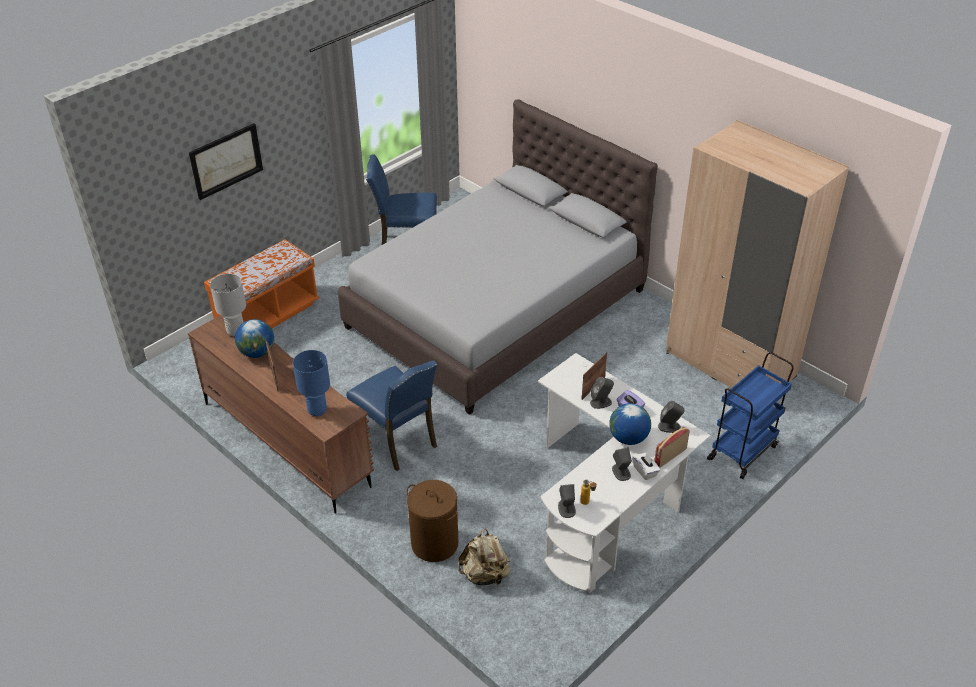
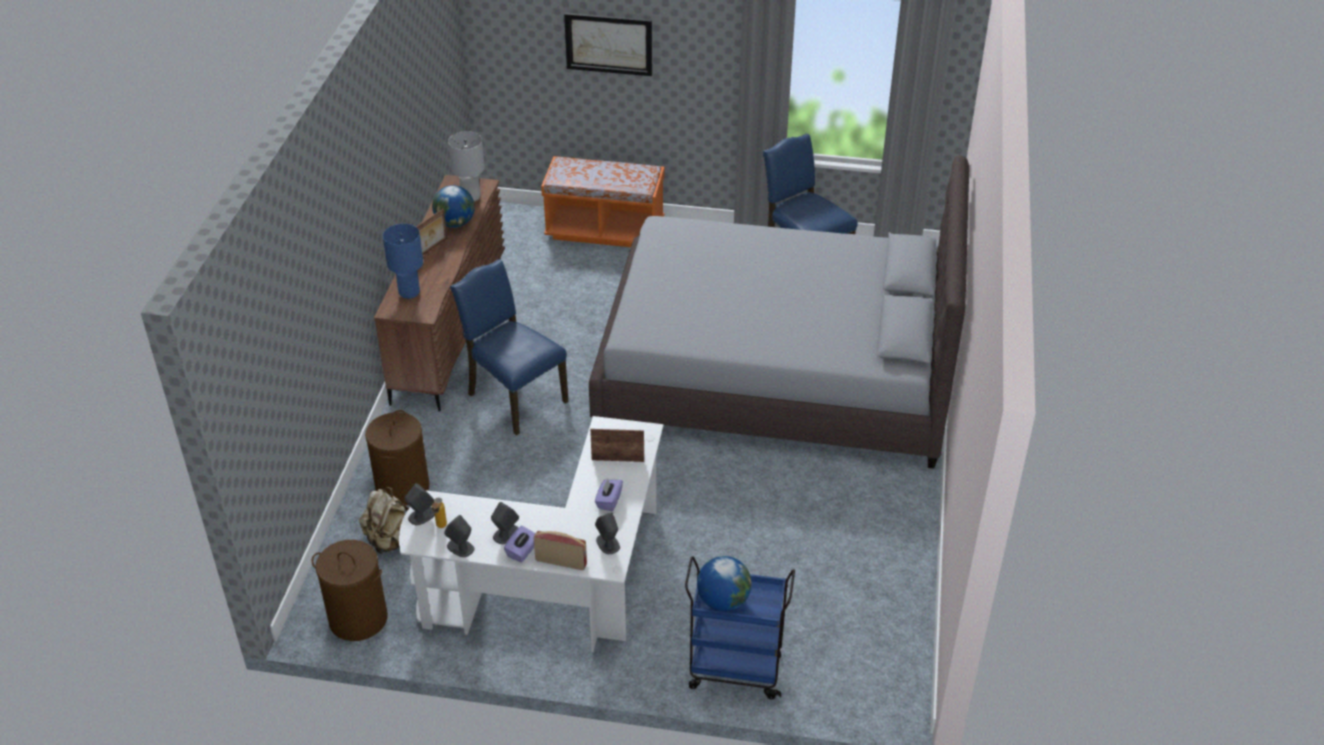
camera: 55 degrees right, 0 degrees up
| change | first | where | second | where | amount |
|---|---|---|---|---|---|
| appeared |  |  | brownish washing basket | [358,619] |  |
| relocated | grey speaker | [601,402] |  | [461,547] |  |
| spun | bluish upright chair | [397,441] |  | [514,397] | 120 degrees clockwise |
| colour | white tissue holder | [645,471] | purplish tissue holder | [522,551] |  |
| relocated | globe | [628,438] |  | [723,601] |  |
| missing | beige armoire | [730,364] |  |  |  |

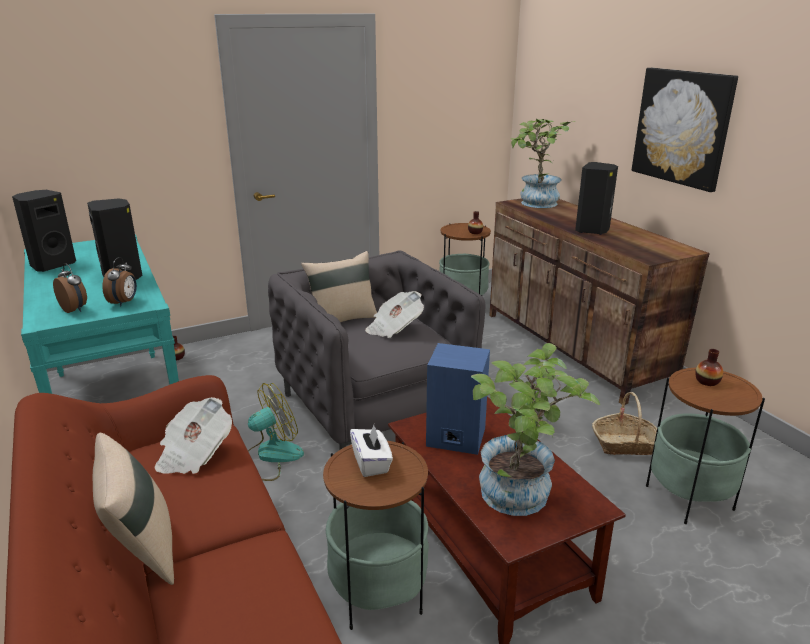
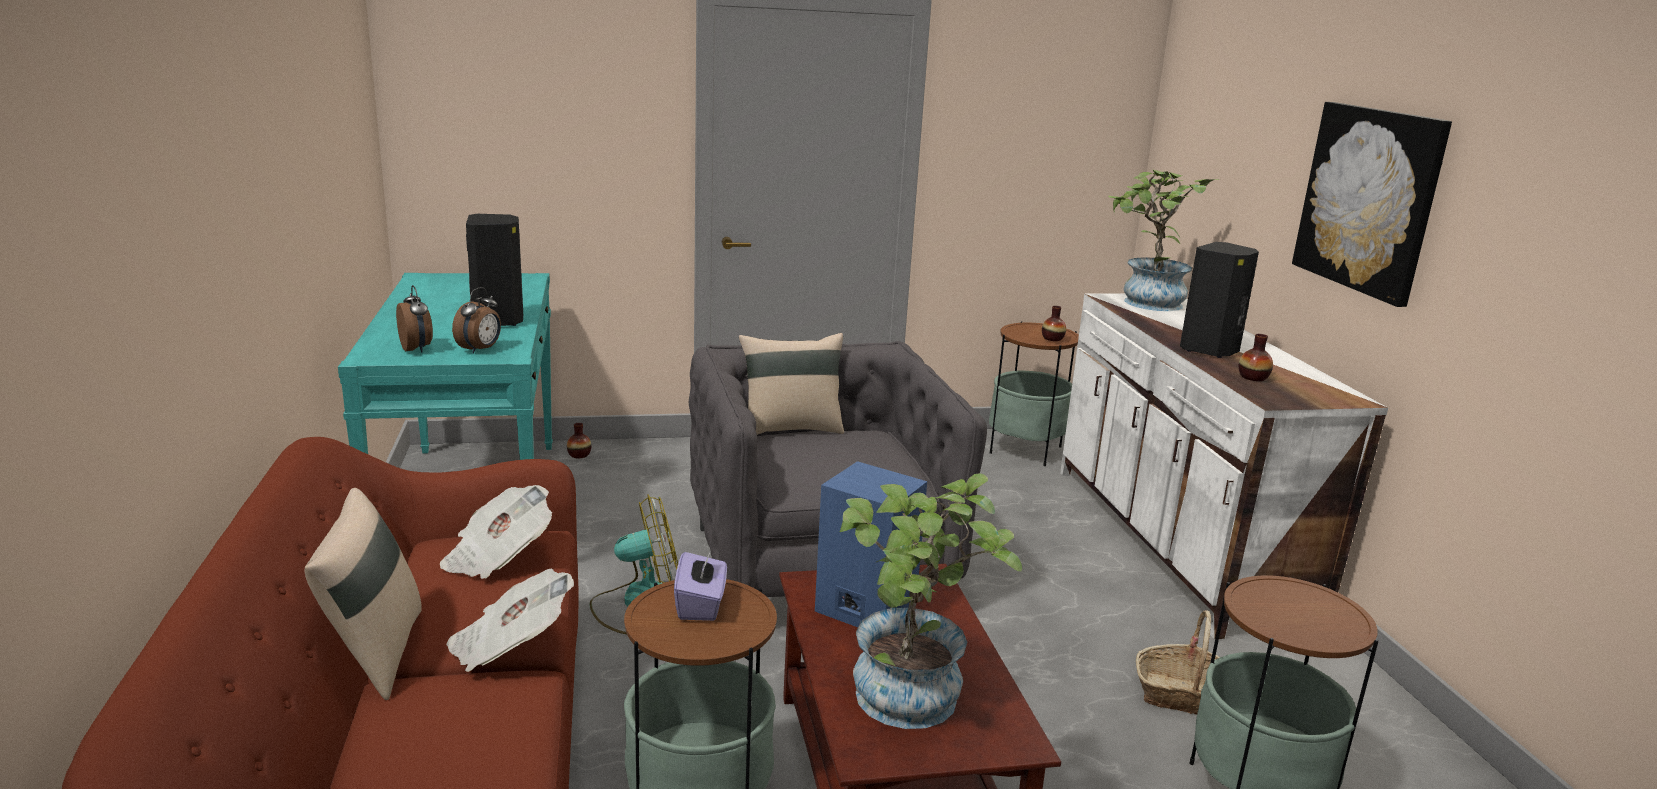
camera: 15 degrees right, 5 degrees down
| change | first | where | second | where | amount |
|---|---|---|---|---|---|
| relocated | printed paper | [394,328] |  | [510,647] |  |
| colour | white tissue holder | [371,463] | purplish tissue holder | [701,605] |  |
| colour | brownish cupboard | [573,349] | white cupboard | [1174,543] |  |
| relocated | flower vase | [707,381] |  | [1253,377] |  |
| missing | black-coloured speaker | [52,265] |  |  |  |

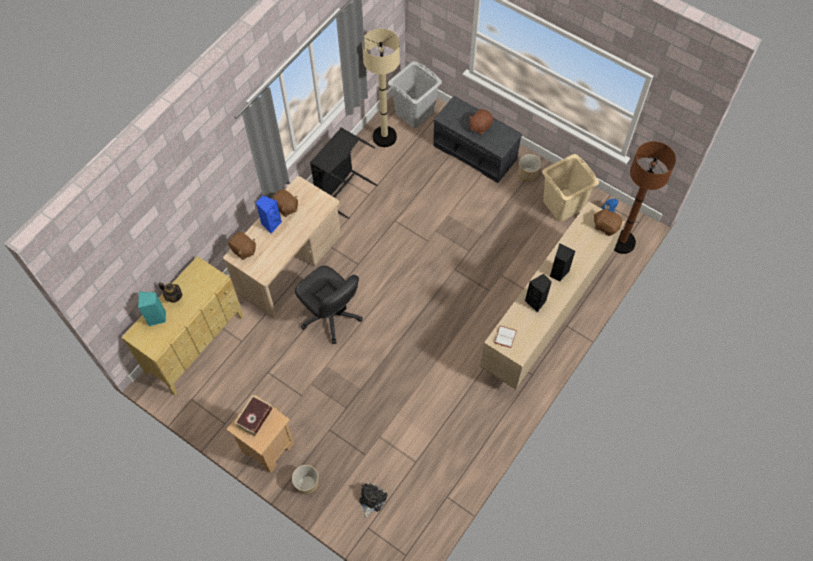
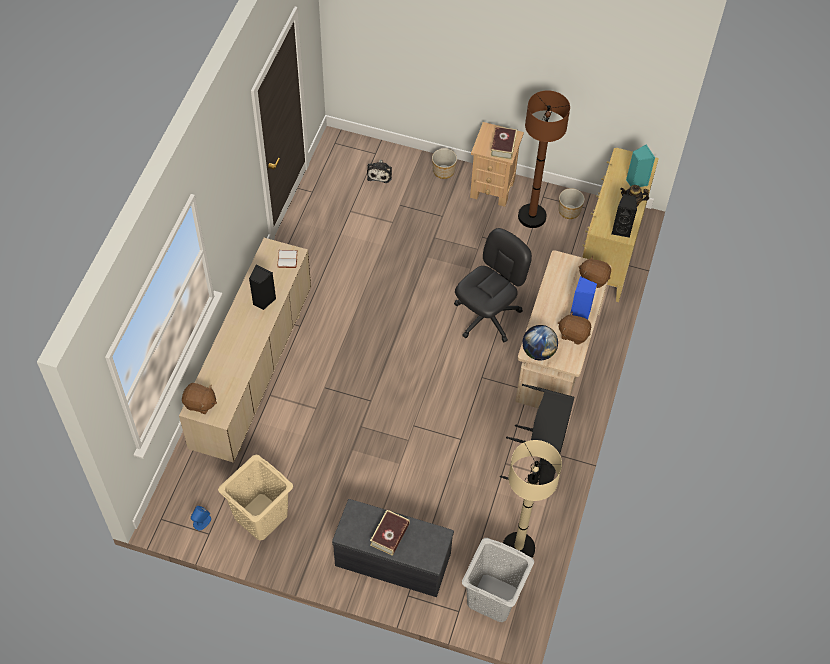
camera: 160 degrees right, 5 degrees down
| change | first | where | second | where | amount |
|---|---|---|---|---|---|
| exchanged | brownish soft toy | [480,126] | volume | [390,535] |  |
| spun | black-coloured computer chair | [331,315] |  | [487,316] | 105 degrees clockwise |
| relocated | brownish floor lamp | [622,242] |  | [532,216] |  |
| appeared |  |  | globe | [538,352] |  |
| relocated | flower pot | [528,173] |  | [569,211] |  |
| relocated | black-coloured speaker | [558,272] |  | [621,229] |  |

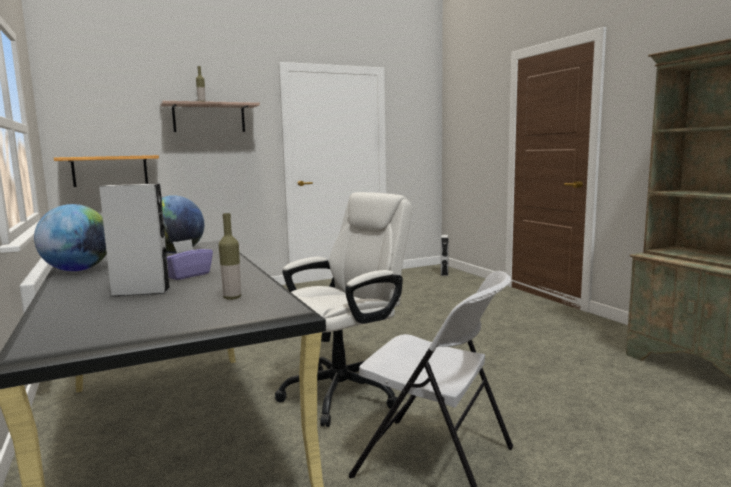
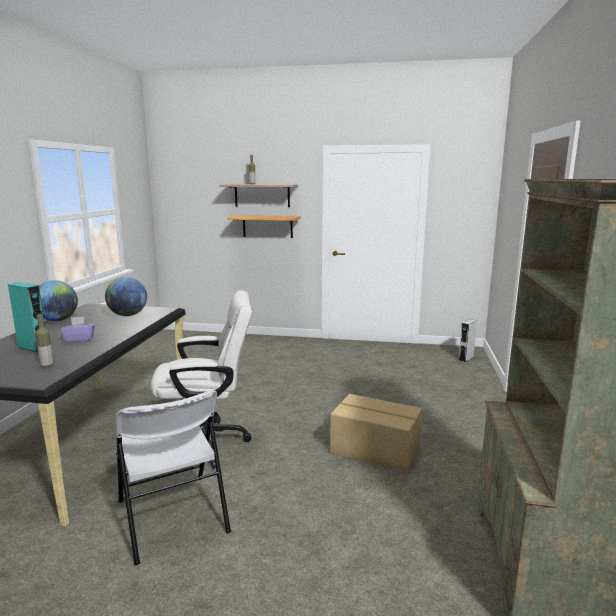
camera: 35 degrees right, 5 degrees up
| change | first | where | second | where | amount |
|---|---|---|---|---|---|
| colour | grey speaker | [141,292] | blue-green speaker | [33,347] |  |
| relocated | bracket shelf | [110,170] |  | [267,226] |  |
| appeared |  |  | cardboard box | [375,451] |  |

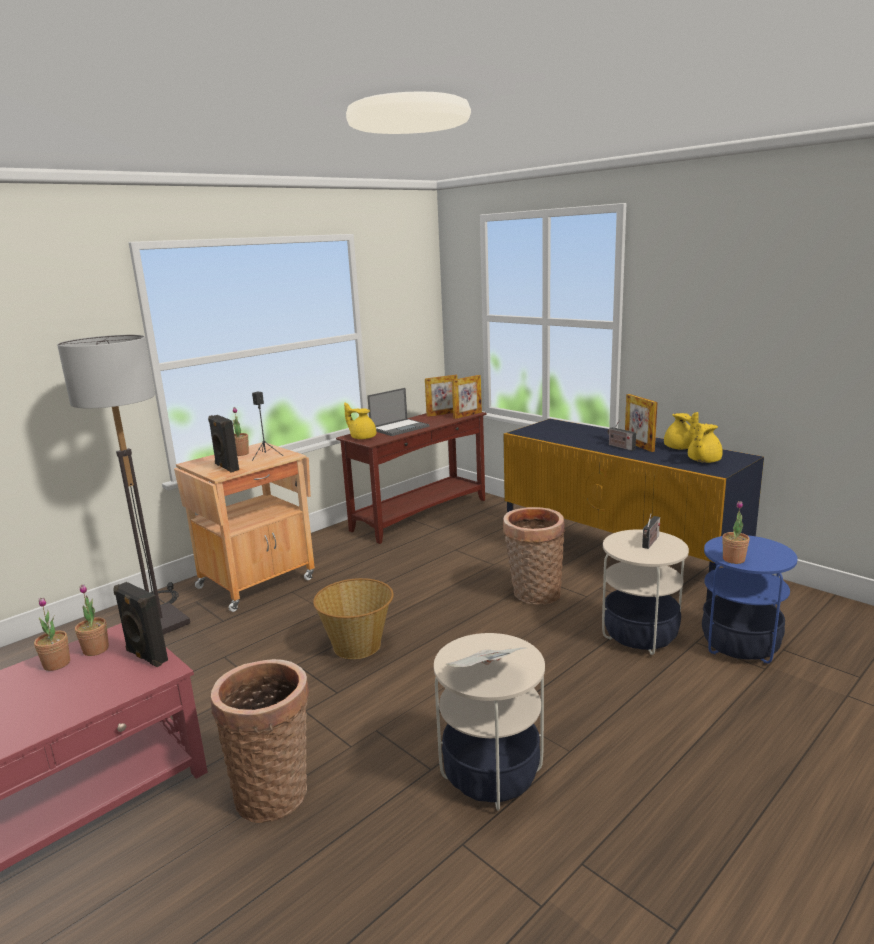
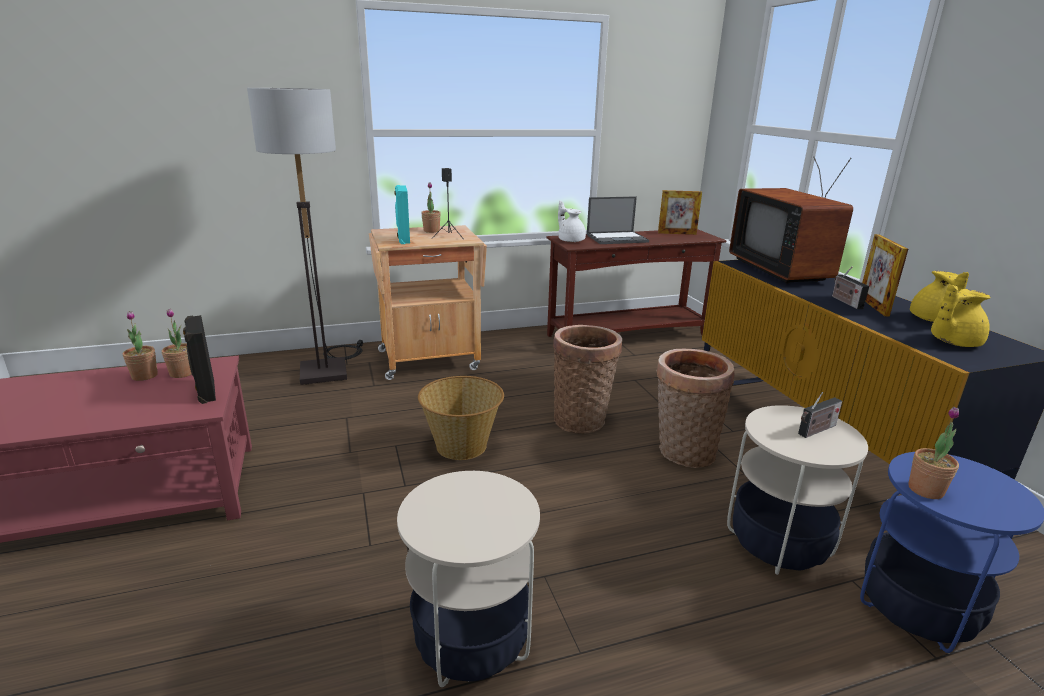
camera: 25 degrees right, 5 degrees up
| change | first | where | second | where | amount |
|---|---|---|---|---|---|
| colour | black-coloured speaker | [226,467] | blue-green speaker | [403,239] |  |
| relocated | basket | [274,791] |  | [582,419] |  |
| colour | yellowish teapot | [362,437] | white teapot | [570,240] |  |
| appeared |  |  | TV set | [784,270] |  |
| missing | printed paper | [485,676] |  |  |  |
| missing | photo frame | [467,415] |  |  |  |

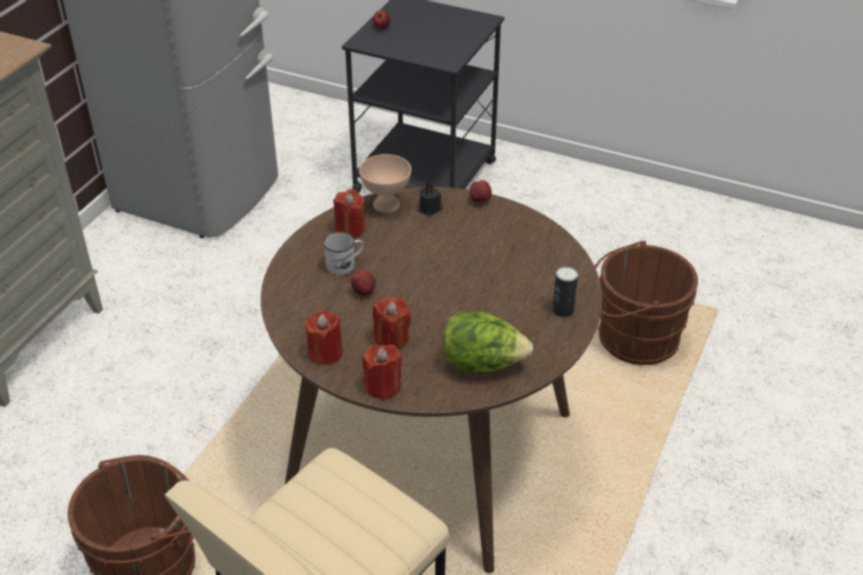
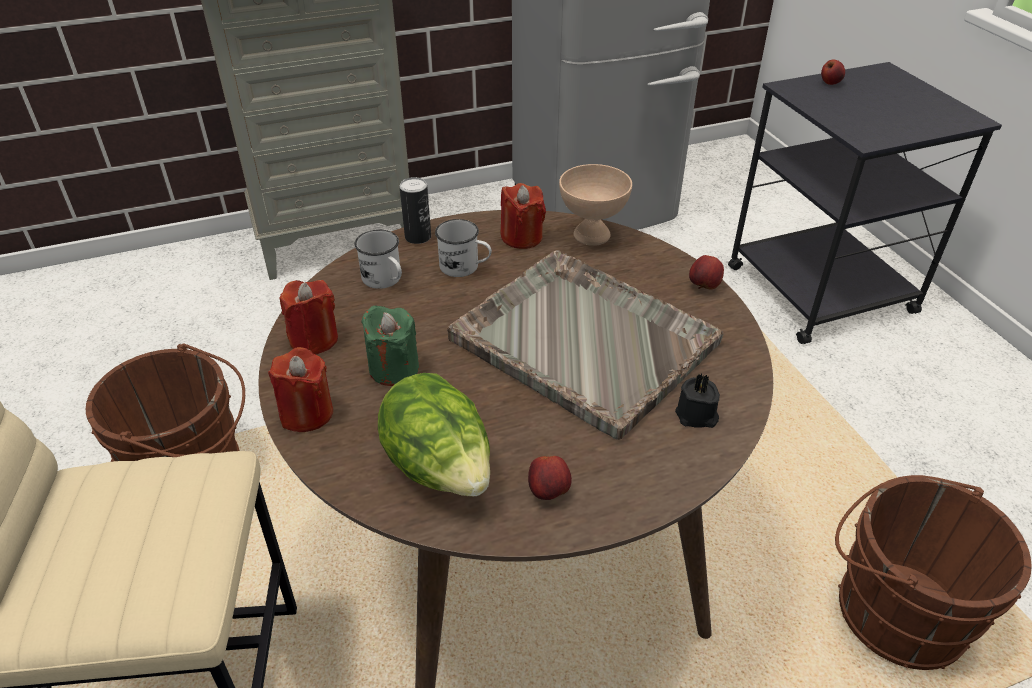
camera: 45 degrees right, 0 degrees up
| change | first | where | second | where | amount |
|---|---|---|---|---|---|
| appeared |  |  | white coffee mug | [385,280] |  |
| colour | red candle | [391,338] | greenish candle | [394,369] |  |
| relocated | sealed can | [563,310] |  | [418,237] |  |
| appeared |  |  | grey serving tray | [581,340] |  |
| relocated | apple | [364,292] |  | [549,492] |  |
| relocated | black-coloured candle | [430,208] |  | [696,416] |  |

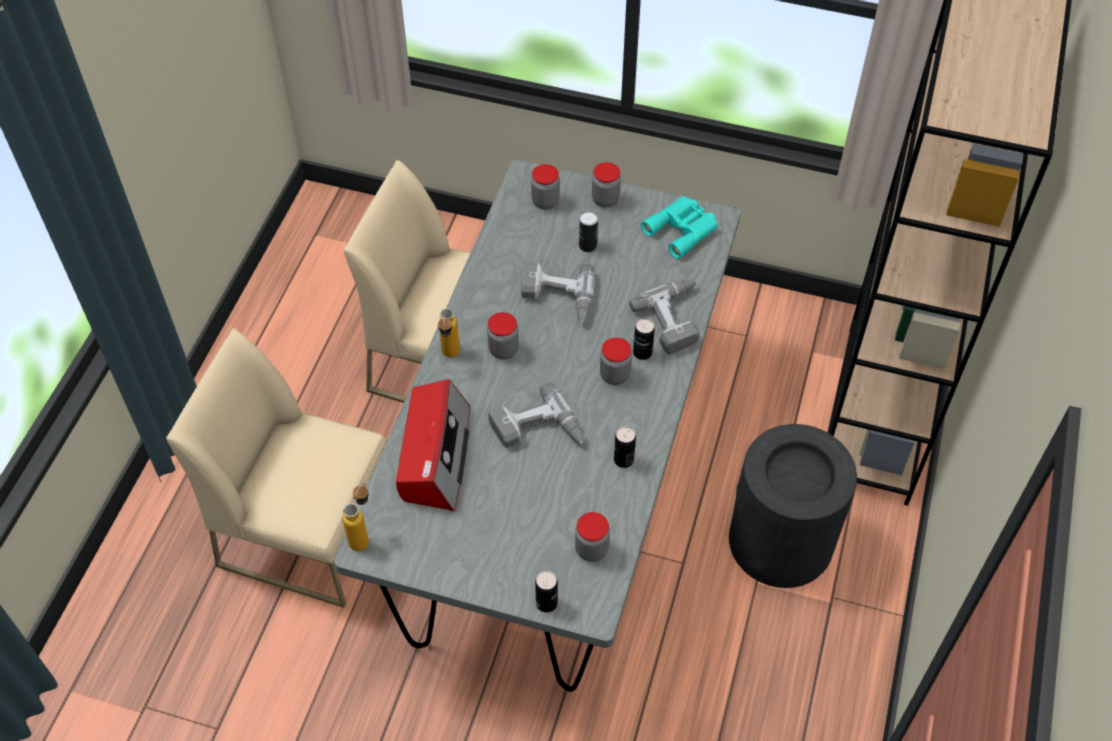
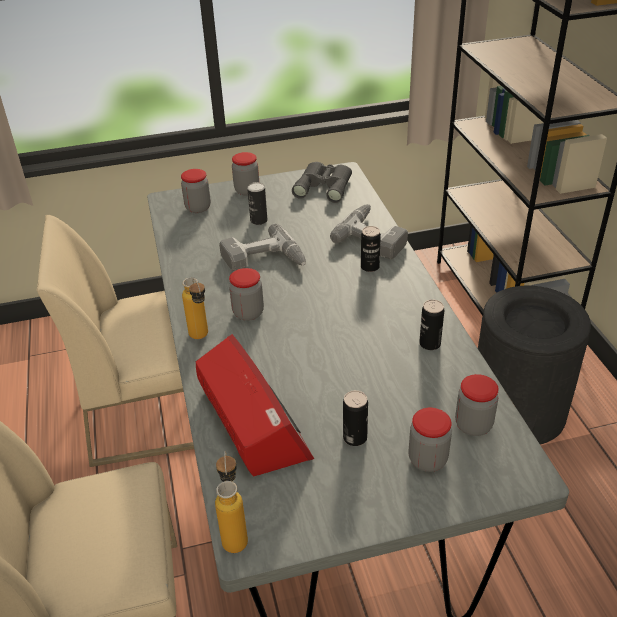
camera: 30 degrees left, 15 degrees down
| change | first | where | second | where | amount |
|---|---|---|---|---|---|
| colour | blue-green binoculars | [682,229] | grey binoculars | [324,186] |  |
| relocated | sealed can | [546,603] |  | [355,437] |  |
| relocated | preserve jar | [615,375] |  | [427,459] |  |
| missing | drill | [537,431] |  |  |  |

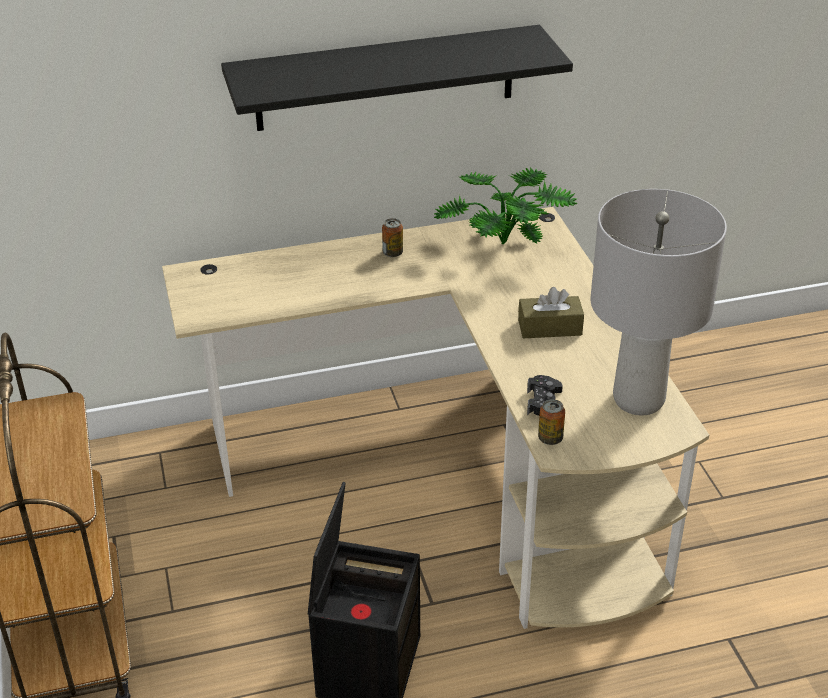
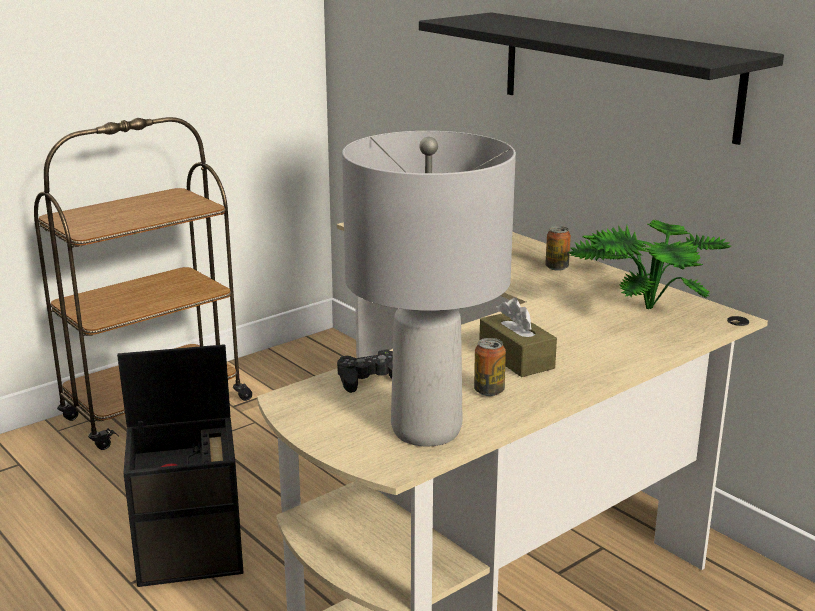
camera: 65 degrees right, 15 degrees down
| change | first | where | second | where | amount |
|---|---|---|---|---|---|
| relocated | sealed can | [550,438] |  | [489,391] |  |

